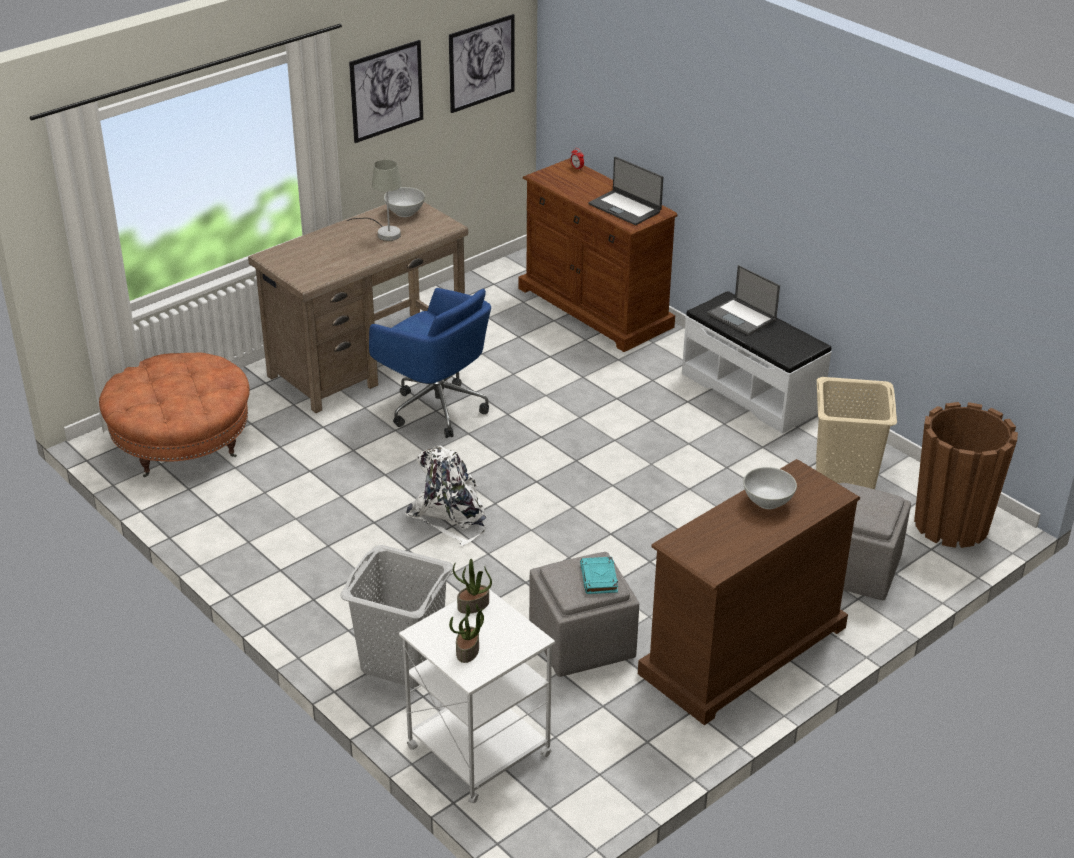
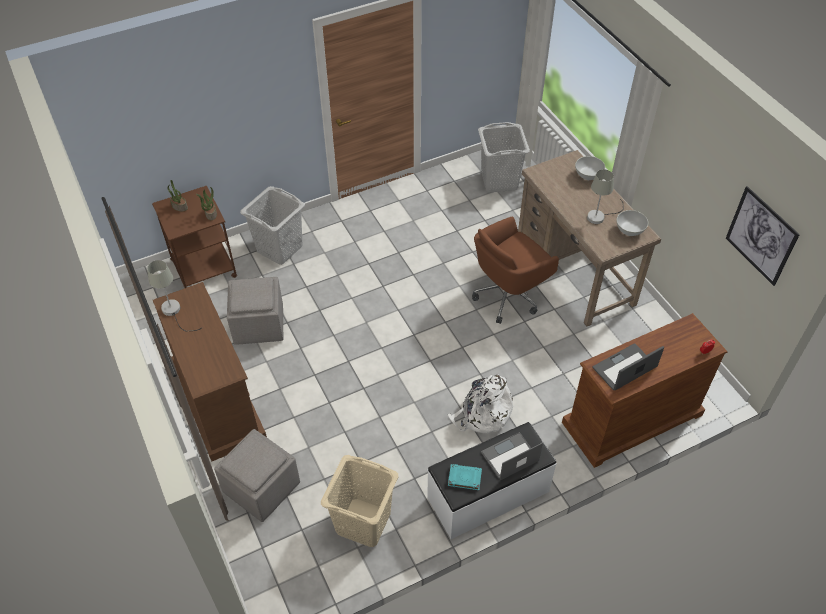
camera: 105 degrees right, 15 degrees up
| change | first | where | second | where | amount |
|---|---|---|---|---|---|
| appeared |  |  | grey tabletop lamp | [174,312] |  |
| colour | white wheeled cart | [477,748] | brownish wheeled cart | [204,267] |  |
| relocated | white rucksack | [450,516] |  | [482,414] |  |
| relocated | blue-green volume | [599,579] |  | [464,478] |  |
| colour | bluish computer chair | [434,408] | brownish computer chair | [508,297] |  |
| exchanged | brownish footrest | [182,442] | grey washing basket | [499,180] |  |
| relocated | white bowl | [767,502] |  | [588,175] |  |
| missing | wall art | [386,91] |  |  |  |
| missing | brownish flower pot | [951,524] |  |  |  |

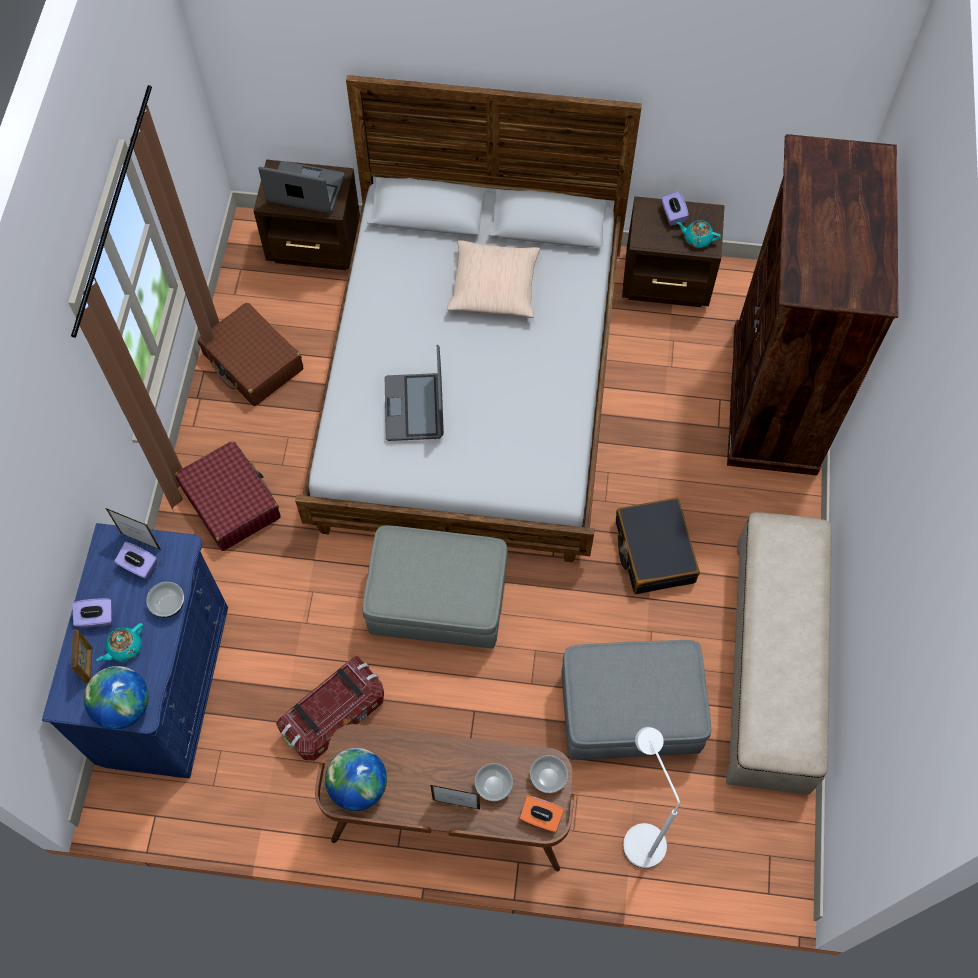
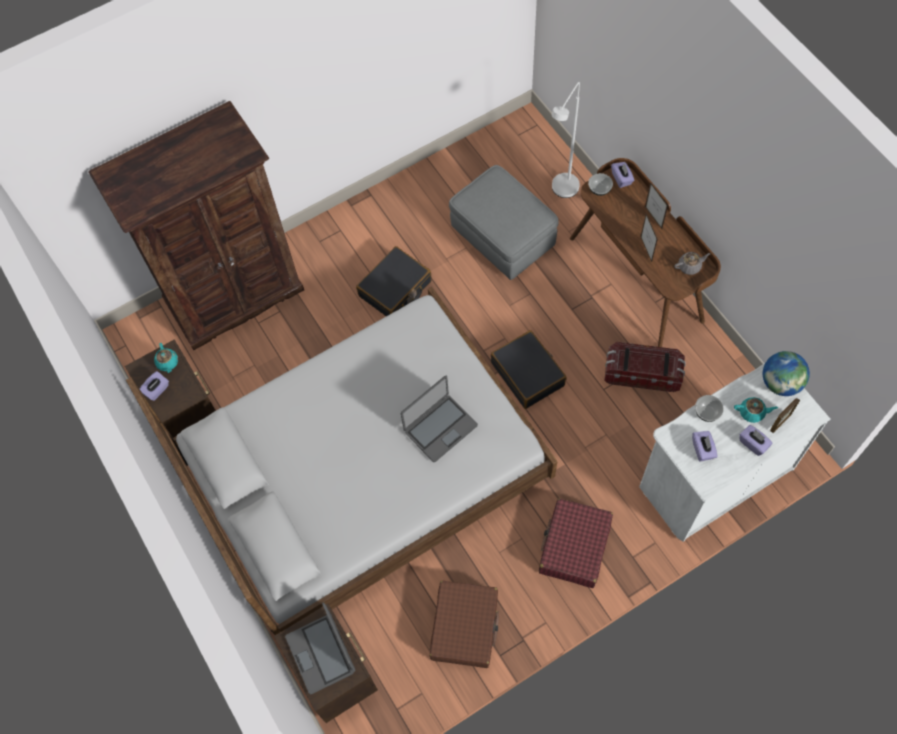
camera: 125 degrees left, 0 degrees up
| change | first | where | second | where | amount |
|---|---|---|---|---|---|
| exchanged | grey footrest | [438,603] | black-coloured piece of luggage | [528,374] |  |
| colour | orange-coloured tissue holder | [541,817] | purplish tissue holder | [621,179] |  |
| colour | bluish dresser | [167,684] | white dresser | [713,478] |  |
| relocated | photo frame | [141,542] |  | [646,249] |  |
| exchanged | globe | [358,786] | grey teapot | [690,266] |  |
| missing | beige throw pillow | [494,287] |  |  |  |
| missing | bowl | [493,786] |  |  |  |
| missing | beige long seat | [772,663] |  |  |  |

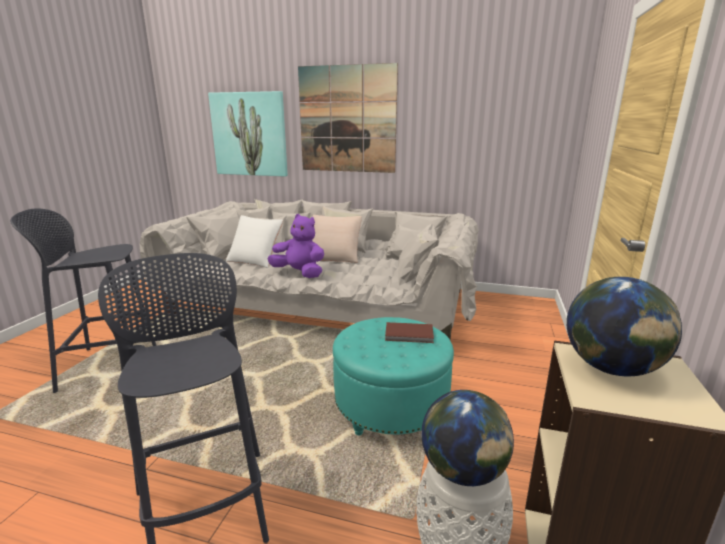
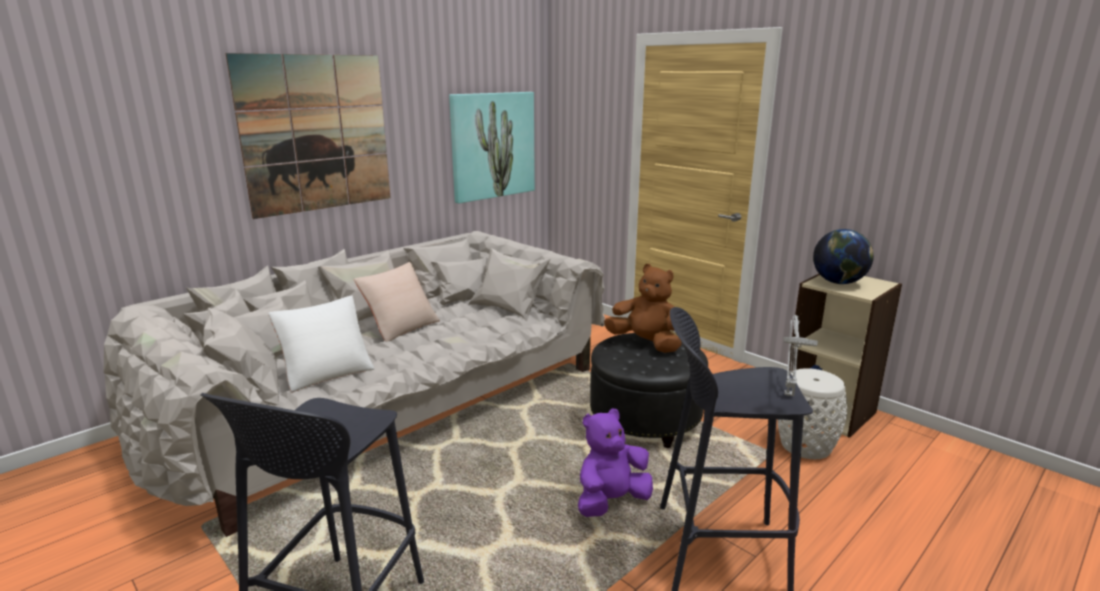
camera: 60 degrees left, 0 degrees up
| change | first | where | second | where | amount |
|---|---|---|---|---|---|
| relocated | wall art | [250,134] |  | [492,145] |  |
| relocated | purplish soft toy | [299,273] |  | [611,501] |  |
| colour | blue-green footrest | [391,409] | black-coloured footrest | [645,422] |  |
| exchanged | brownish volume | [409,335] | brownish soft toy | [646,343] |  |
| appeared |  |  | grey tabletop lamp | [788,393] |  |
| missing | globe | [463,472] |  |  |  |

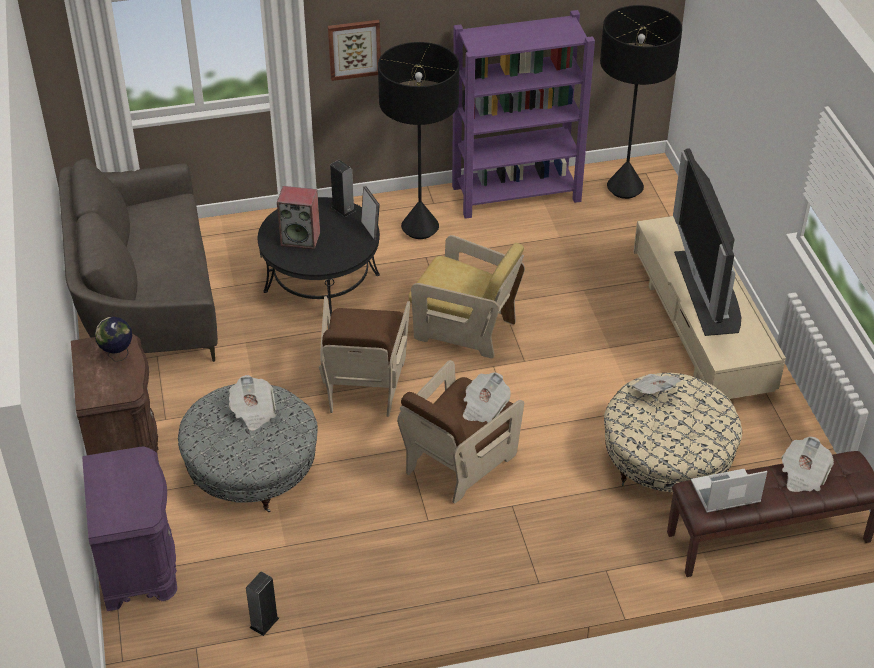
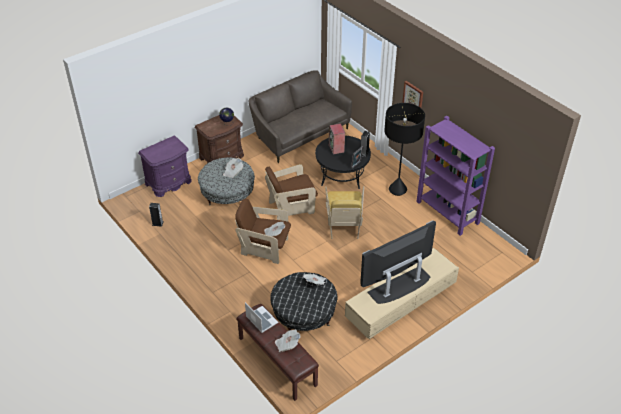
camera: 65 degrees right, 0 degrees up
| change | first | where | second | where | amount |
|---|---|---|---|---|---|
| colour | beige footrest | [667,461] | black-coloured footrest | [304,314] |  |
| missing | black-coloured floor lamp | [624,190] |  |  |  |

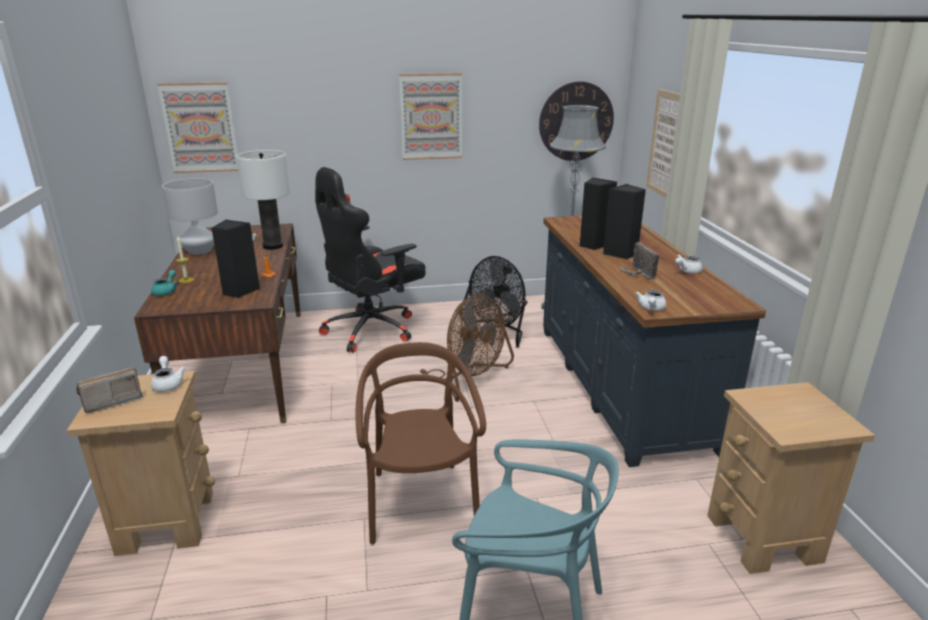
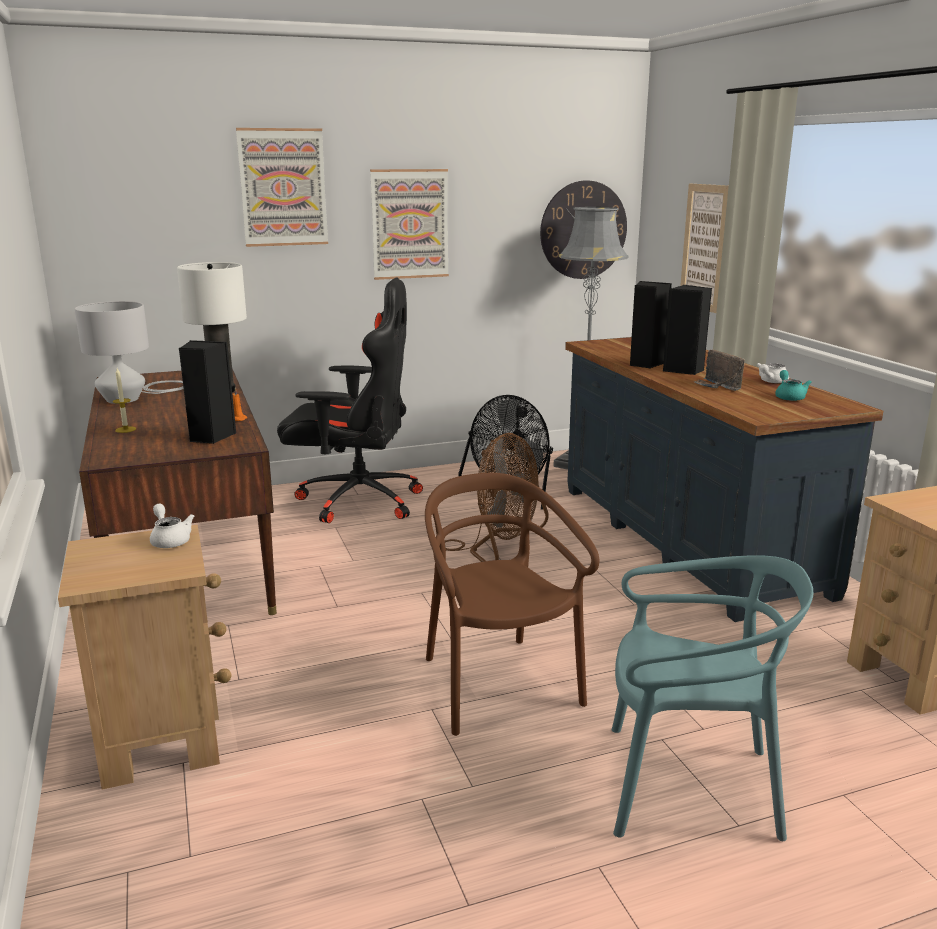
camera: 10 degrees left, 5 degrees down
| change | first | where | second | where | amount |
|---|---|---|---|---|---|
| relocated | wall art | [200,128] |  | [283,187] |  |
| spun | black-coloured computer chair | [376,328] |  | [351,501] | 120 degrees counterclockwise |
| relocated | blue-green teapot | [166,291] |  | [789,397] |  |
| missing | radio receiver | [111,401] |  |  |  |
| missing | white teapot | [651,308] |  |  |  |

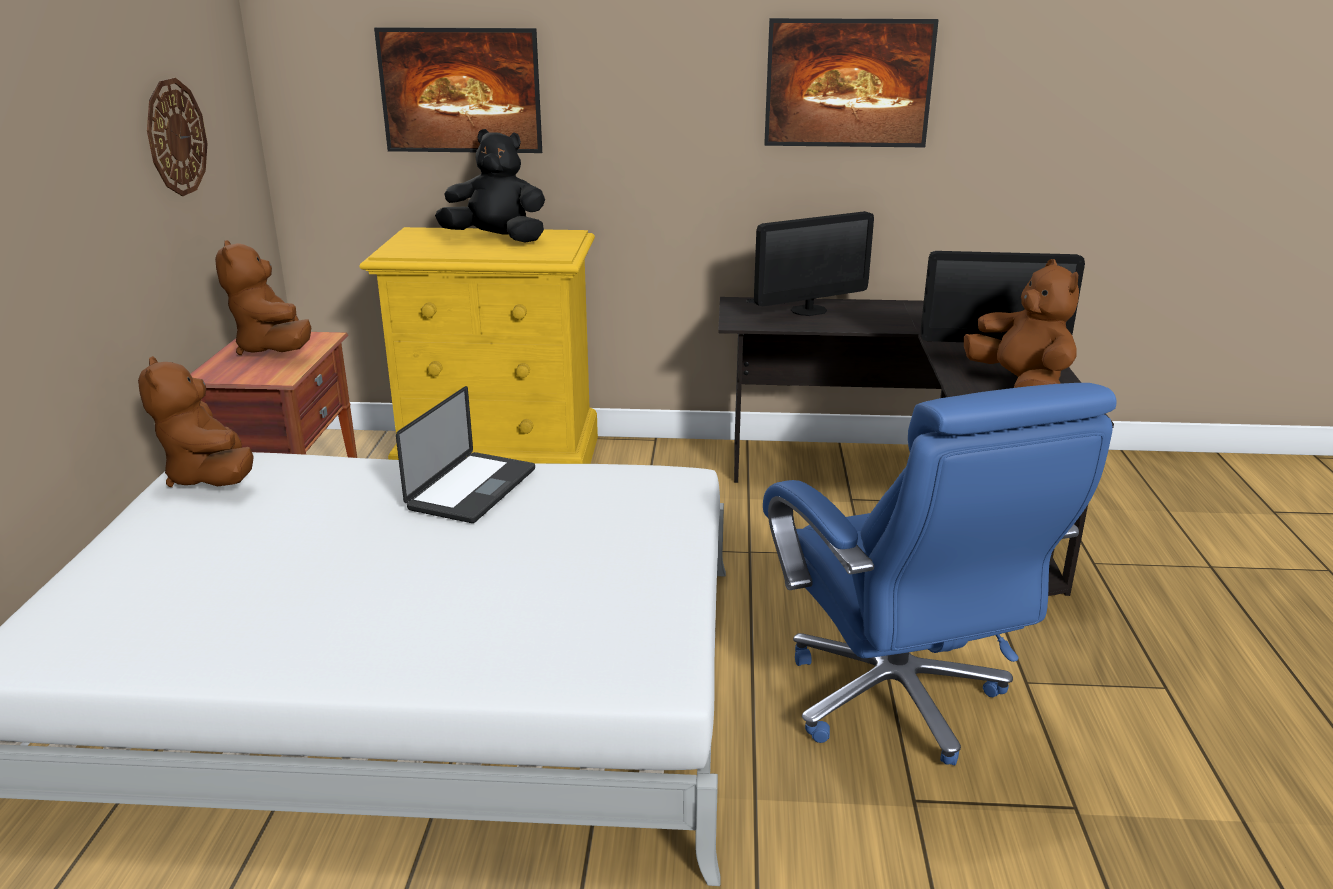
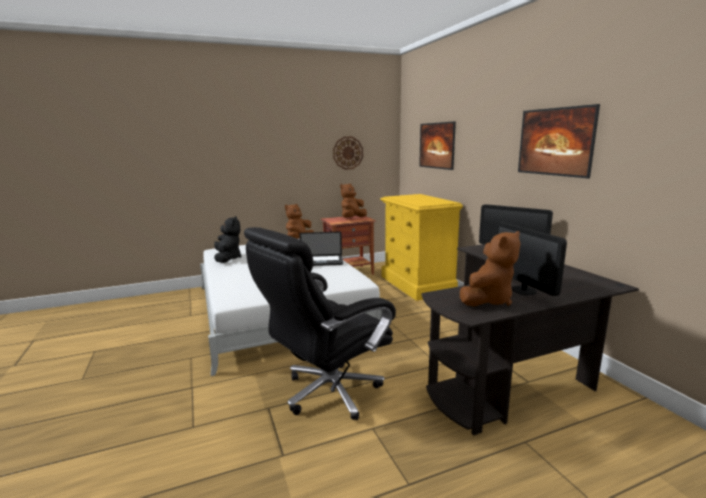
camera: 65 degrees right, 10 degrees down
| change | first | where | second | where | amount |
|---|---|---|---|---|---|
| relocated | black-coloured soft toy | [497,239] |  | [228,258] |  |
| colour | bluish computer chair | [900,707] | black-coloured computer chair | [327,394] |  |

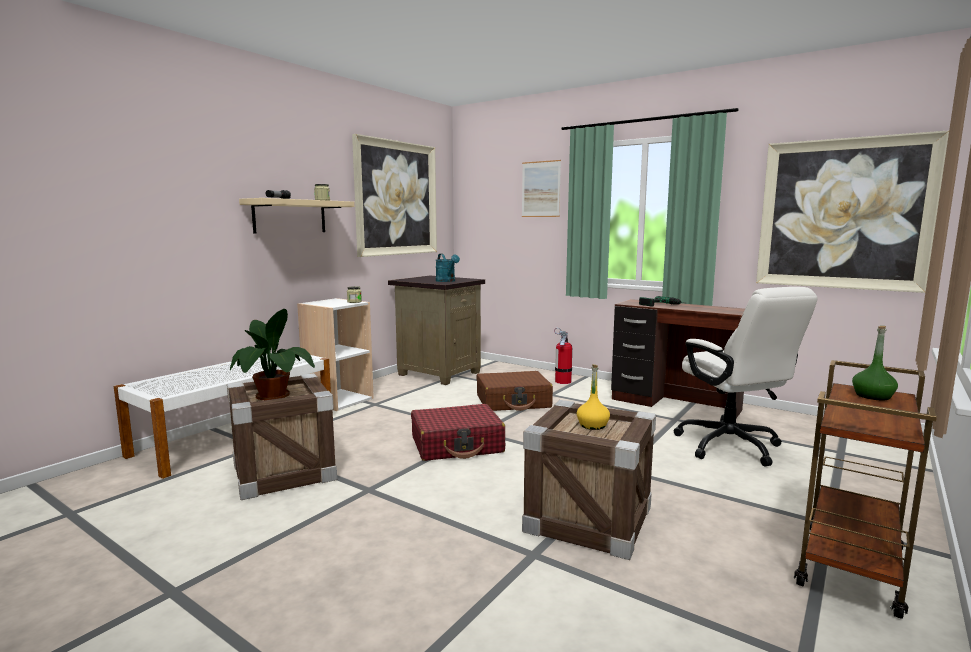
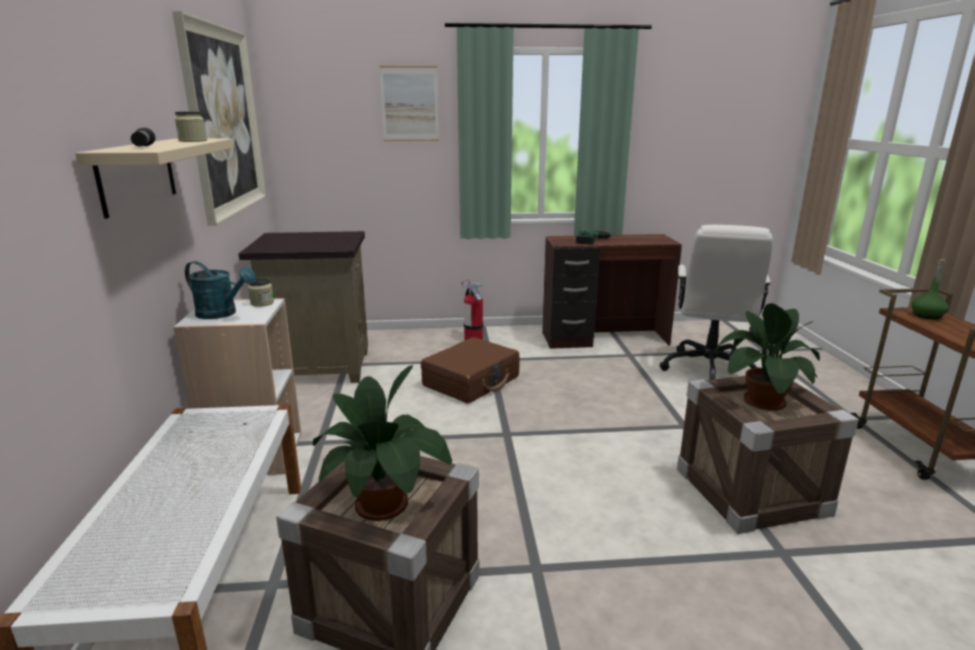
camera: 40 degrees left, 10 degrees up
| change | first | where | second | where | amount |
|---|---|---|---|---|---|
| relocated | blue-green watering pot | [447,281] |  | [222,314] |  |
| spun | white computer chair | [732,448] |  | [708,371] | 75 degrees clockwise |
| exchanged | yellowish bottle | [592,425] | plant in a pot | [761,401] |  |
| missing | red piece of luggage | [457,445] |  |  |  |
| missing | wall art | [843,214] |  |  |  |

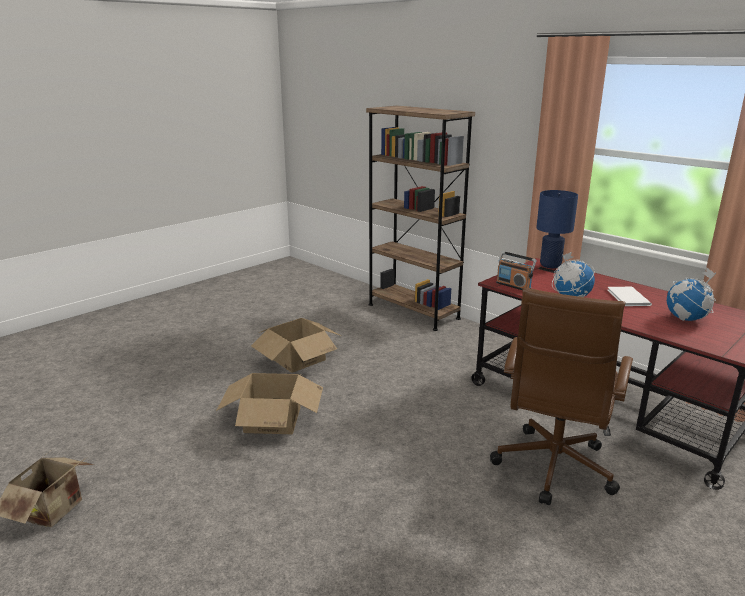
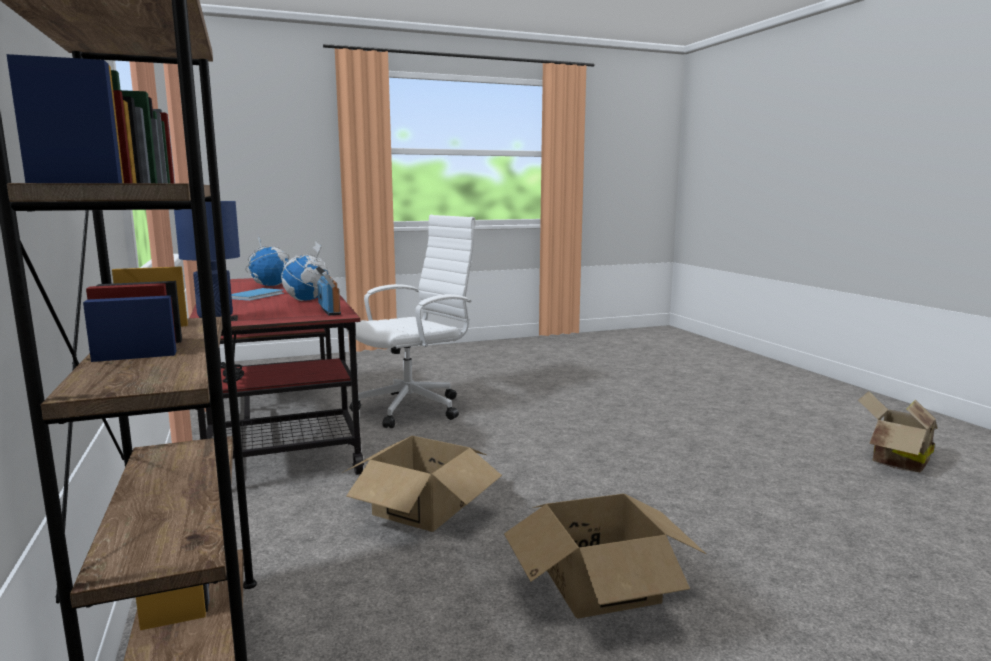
camera: 155 degrees left, 10 degrees down
| change | first | where | second | where | amount |
|---|---|---|---|---|---|
| colour | white volume | [627,298] | bluish volume | [257,295] |  |
| relocated | cardboard box | [273,419] |  | [421,507] |  |
| colour | brownish computer chair | [553,470] | white computer chair | [414,407] |  |

